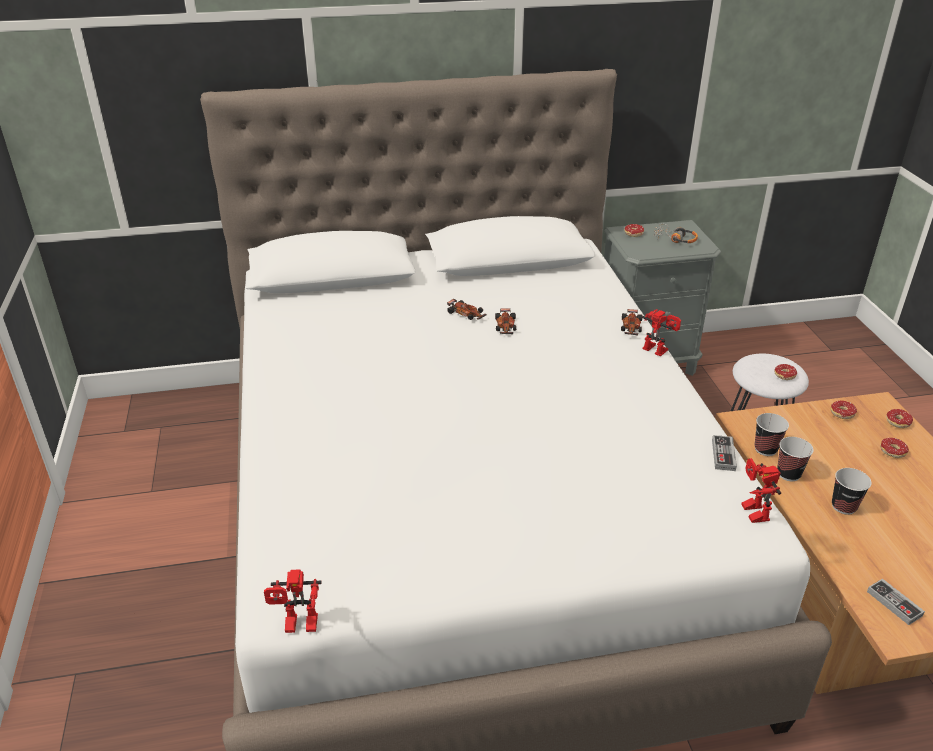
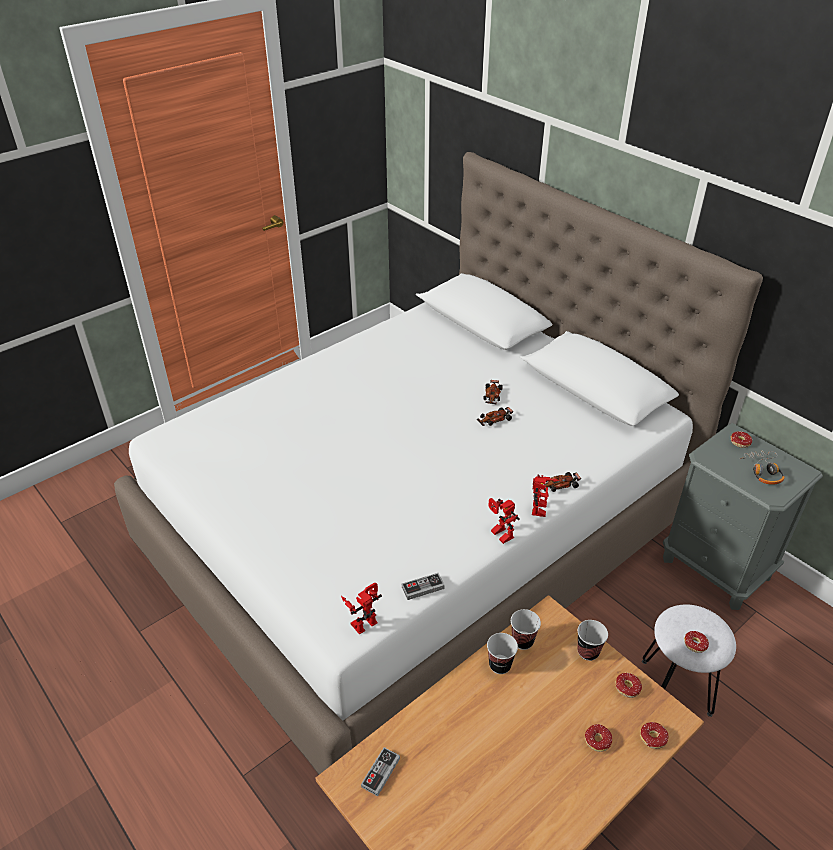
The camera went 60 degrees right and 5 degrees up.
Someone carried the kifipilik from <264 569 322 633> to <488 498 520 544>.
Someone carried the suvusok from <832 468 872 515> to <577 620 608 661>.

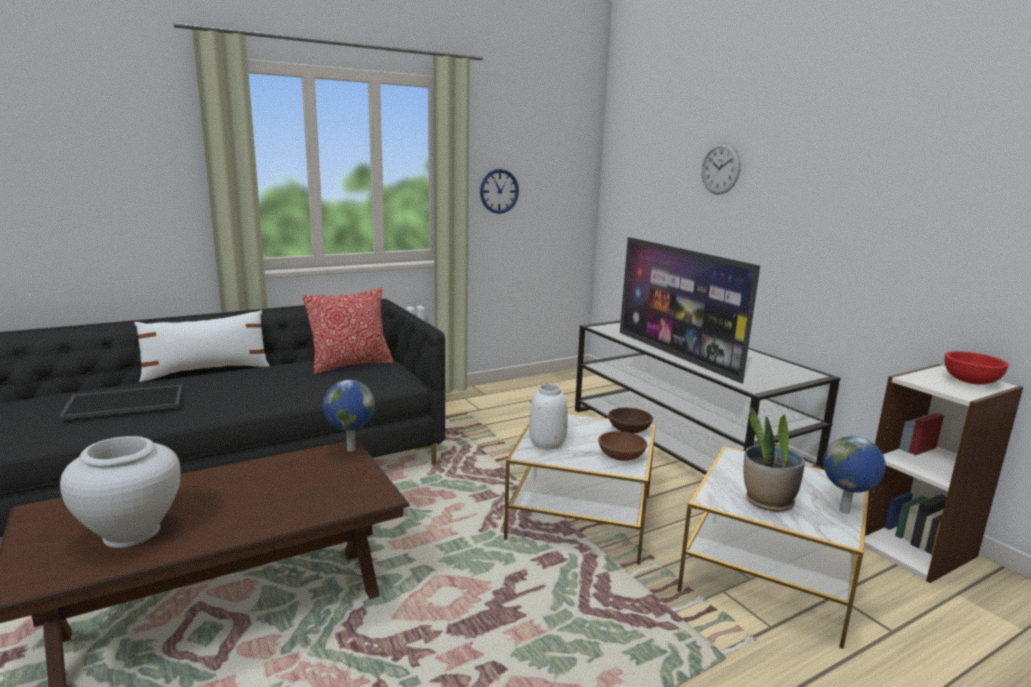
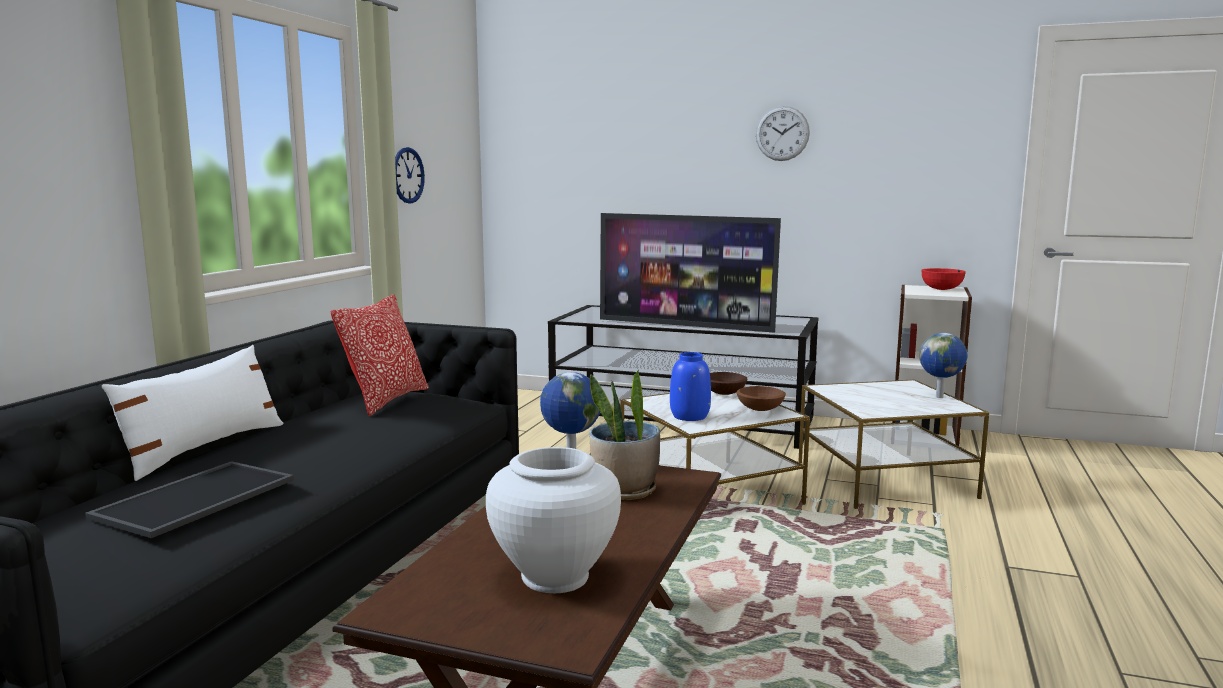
The camera went 40 degrees left and 5 degrees down.
Someone carried the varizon from <743 407 805 512> to <589 370 660 500>.
Someone repainted the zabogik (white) at <529 384 568 450>, which became the zabogik (blue) at <670 352 711 421>.
Someone carried the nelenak from <701 143 741 195> to <756 106 810 161>.

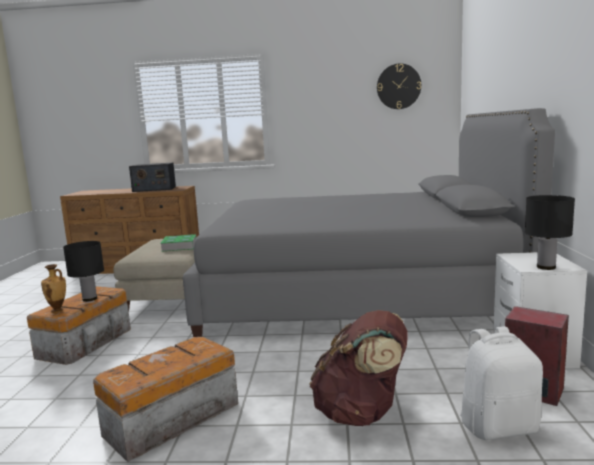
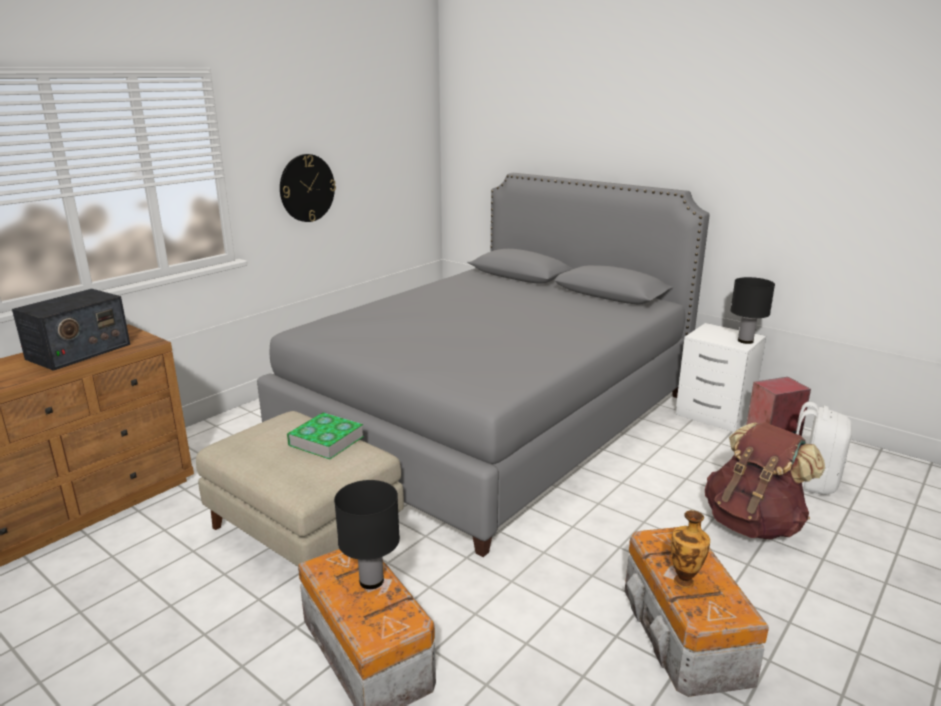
The camera went 55 degrees left and 10 degrees up.
Someone carried the nelenak from <377 63 421 109> to <280 154 336 222>.
Someone carried the zabogik from <41 264 66 313> to <671 510 710 588>.

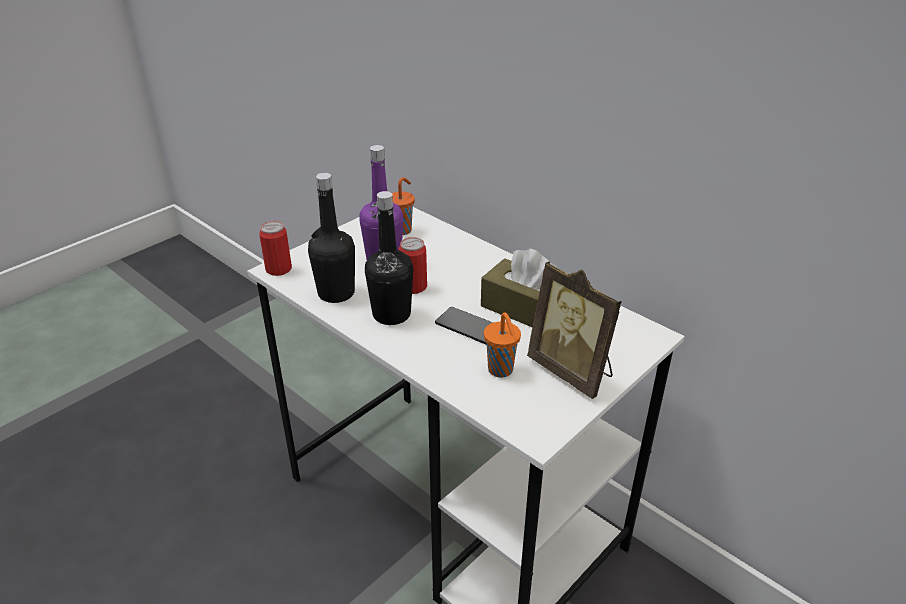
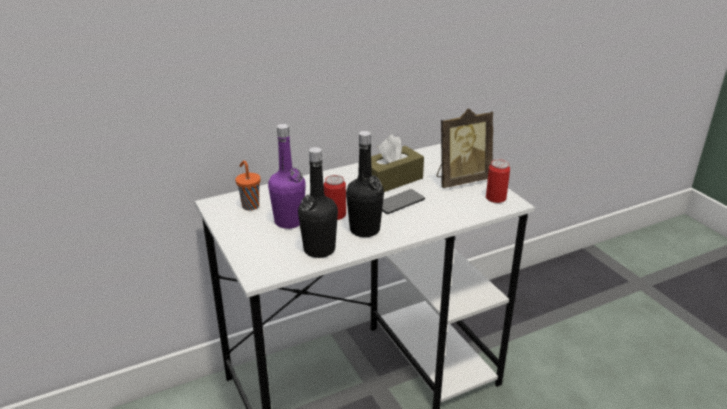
The camera went 70 degrees left and 5 degrees down.
Someone carried the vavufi from <259 221 292 276> to <486 159 510 203>.
Someone took away the suvusok (orange) at <484 312 521 378>.

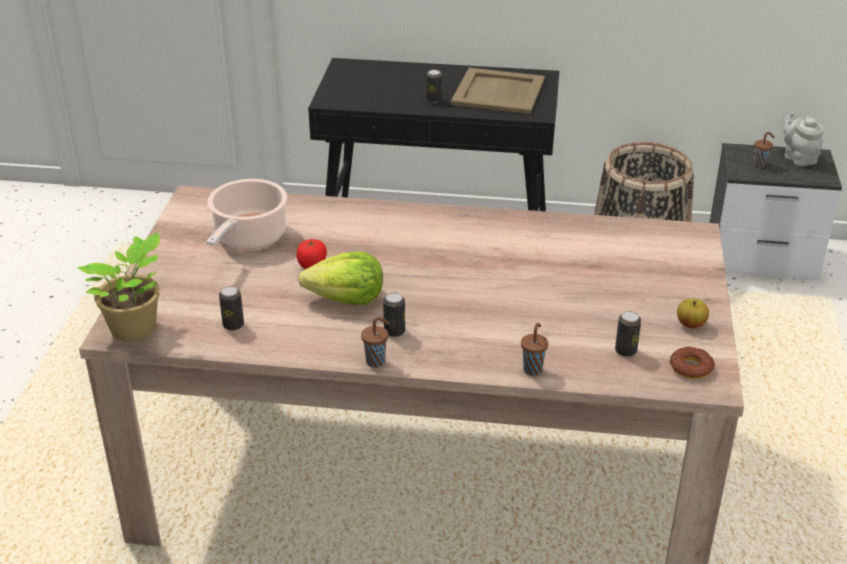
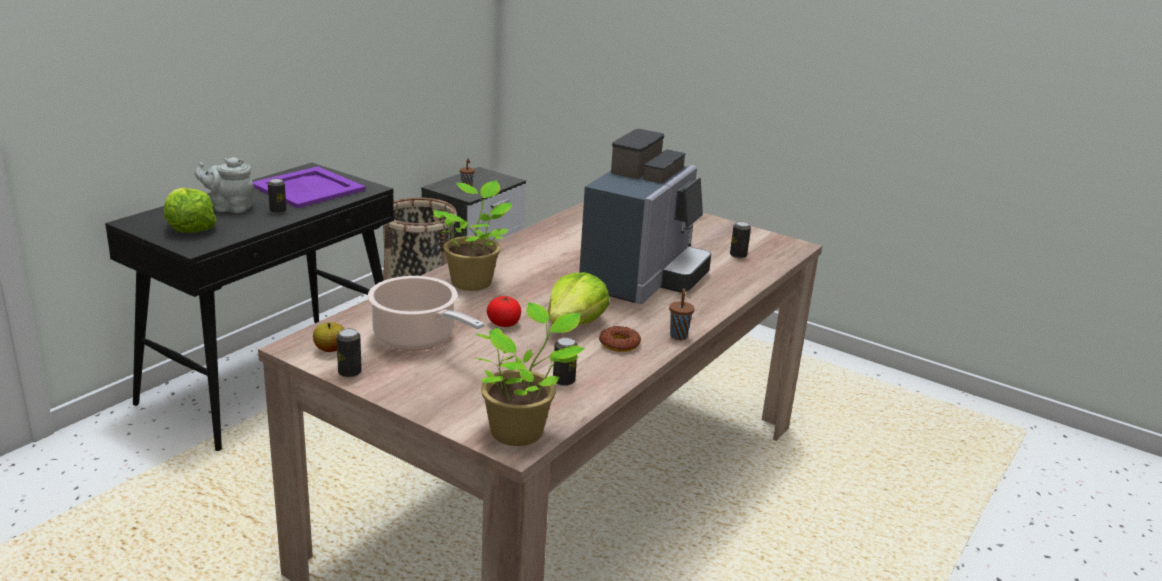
The camera went 65 degrees left and 10 degrees down.
Someone put down the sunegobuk at <164 188 217 233>.
Someone carried the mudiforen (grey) from <783 111 824 166> to <195 157 254 213>.
Someone repainted the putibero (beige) at <451 68 545 114>, which became the putibero (purple) at <253 167 366 208>.
Someone carried the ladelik from <677 299 709 328> to <313 322 344 352>.
Someone carried the vavufi from <383 292 405 337> to <336 328 362 378>.
Someone put down the varizon at <433 180 512 291>.
Someone put down the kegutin at <579 129 711 304>.
Someone carried the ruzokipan from <670 347 715 379> to <599 326 641 352>.
Someone took away the suvusok (brown) at <521 323 548 376>.

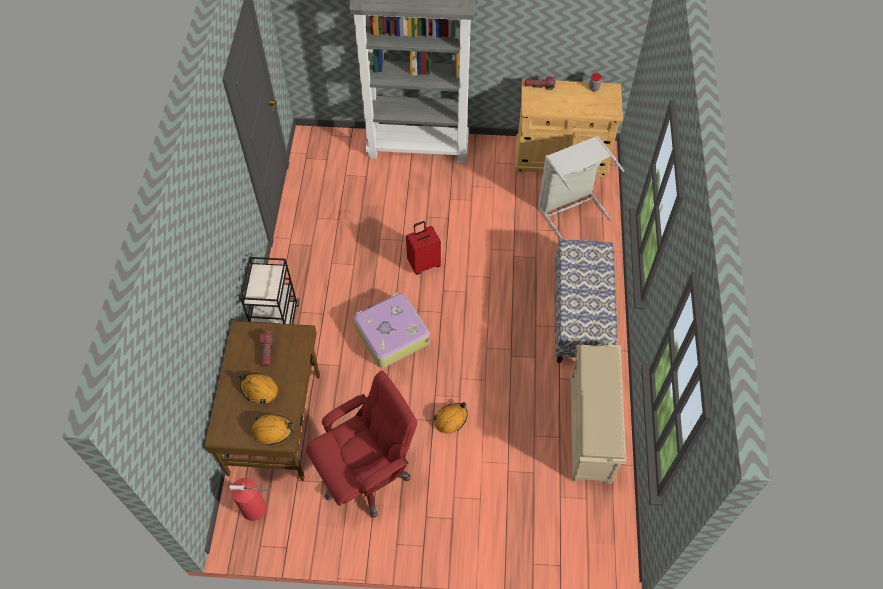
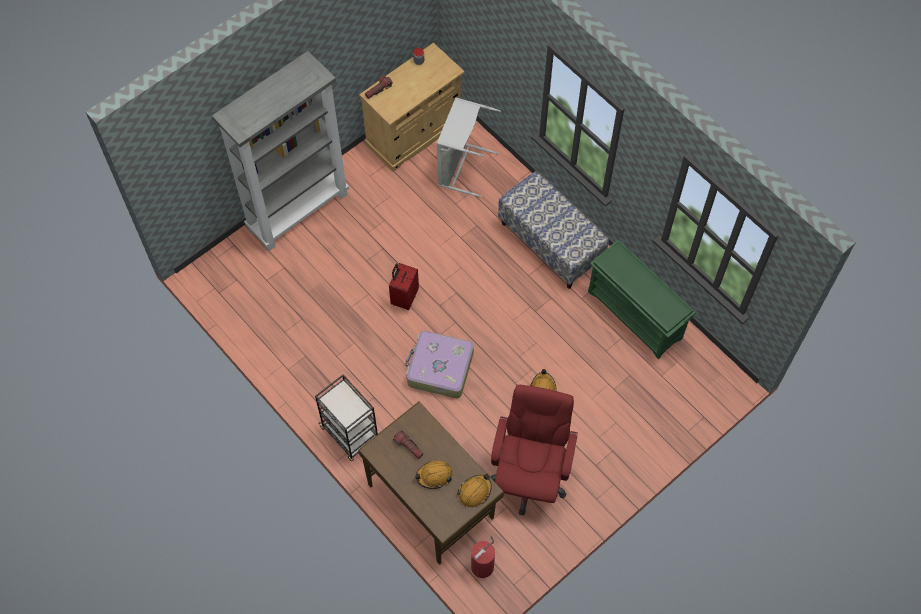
The camera went 45 degrees left and 5 degrees up.
Someone repainted the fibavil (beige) at <570 344 626 484>, which became the fibavil (green) at <588 240 696 359>.

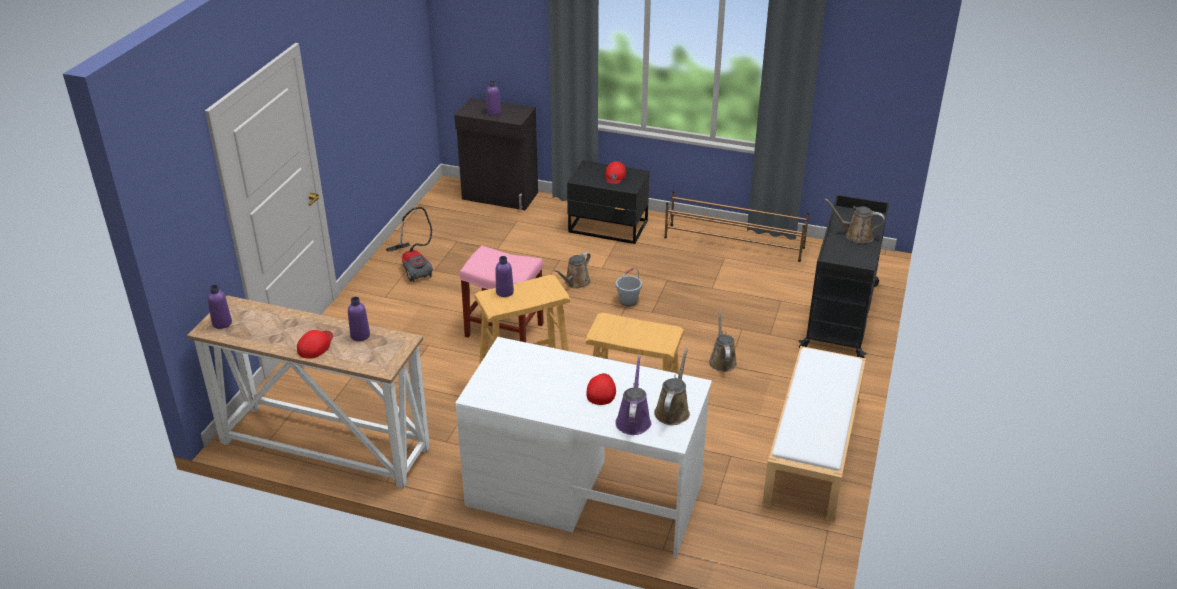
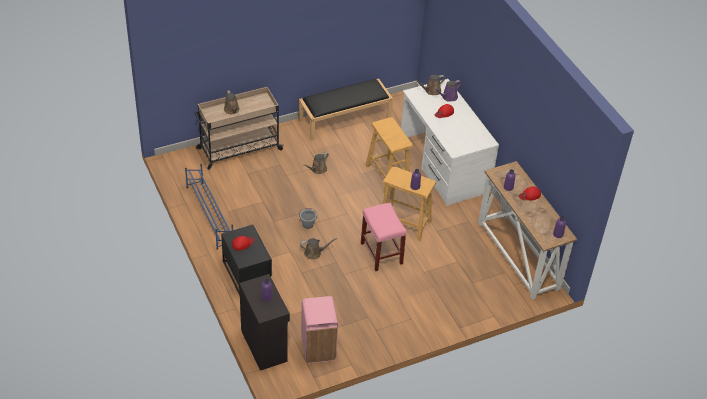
The camera went 135 degrees left and 10 degrees up.
Someone repainted the fibavil (brown) at <664 190 809 262>, which became the fibavil (blue) at <185 164 233 250>.
Someone repainted the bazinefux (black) at <799 195 889 358>, which became the bazinefux (beige) at <194 87 284 170>.
Someone repainted the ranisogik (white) at <762 346 866 522>, which became the ranisogik (black) at <299 79 393 141>.
Someone put down the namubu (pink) at <301 296 338 363>.
Someone took away the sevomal at <386 207 433 282>.

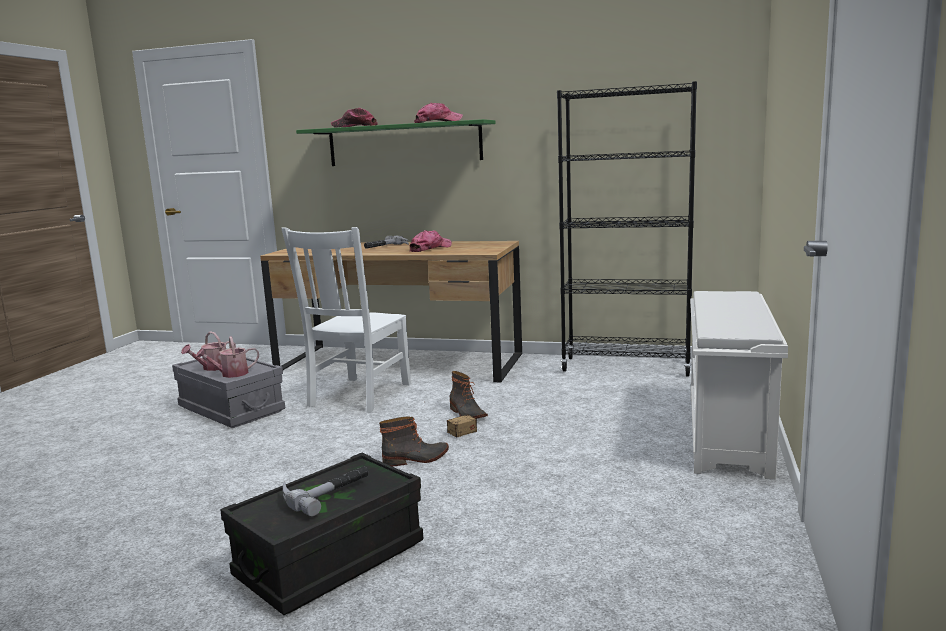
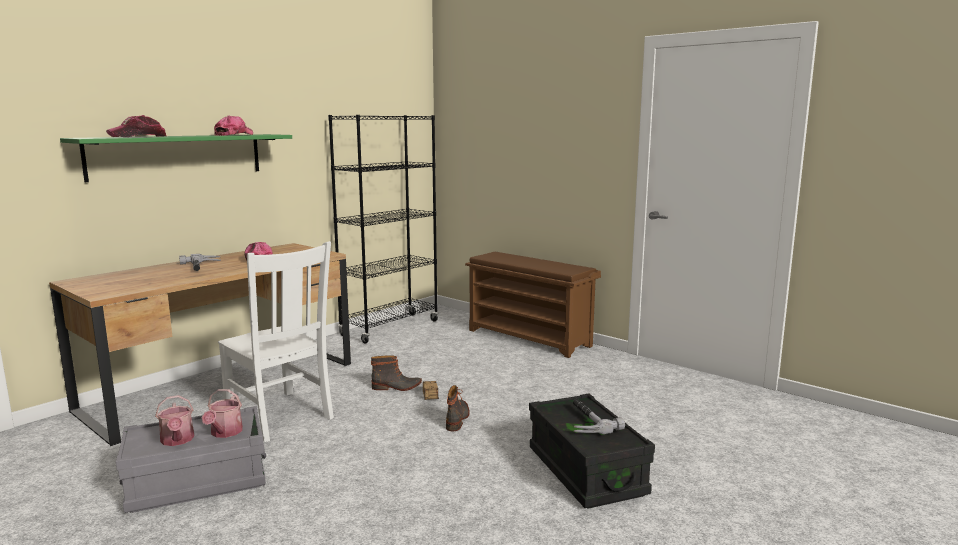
The camera went 65 degrees left and 0 degrees up.
Someone repainted the fibavil (white) at <690 291 788 480>, which became the fibavil (brown) at <465 252 601 358>.

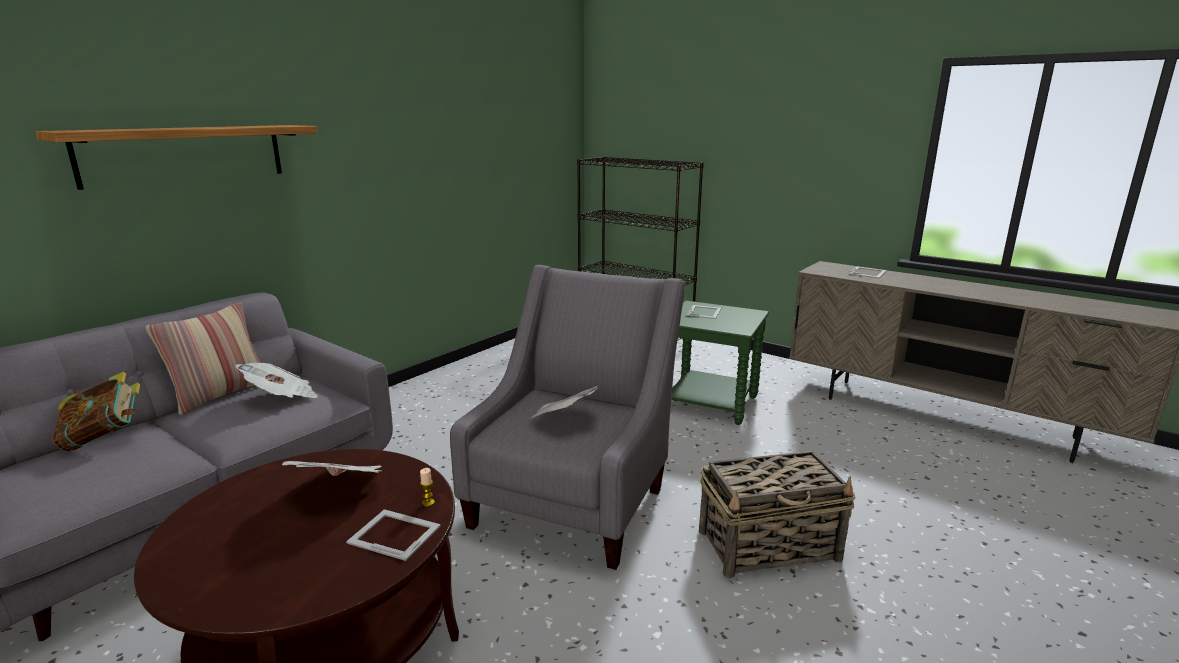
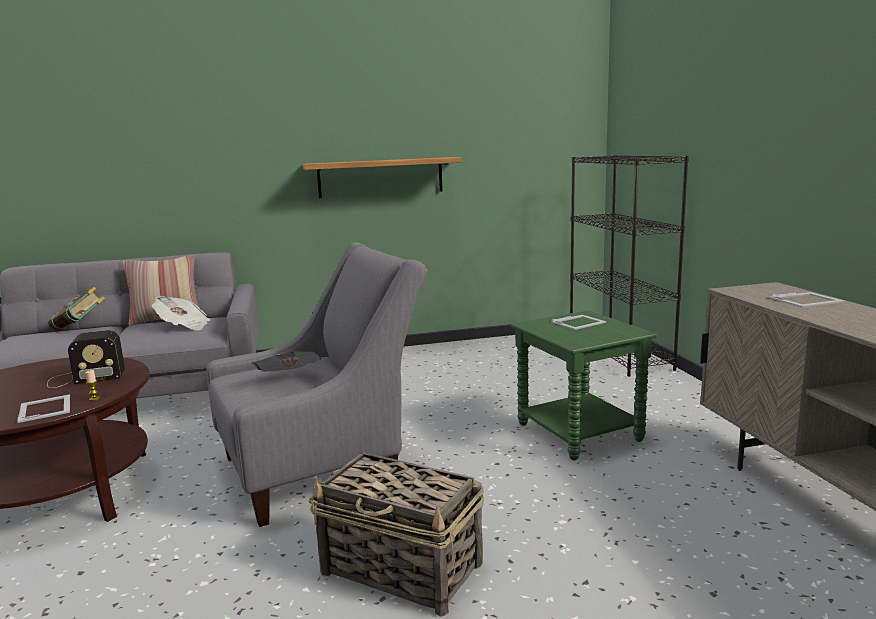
The camera went 40 degrees right and 5 degrees down.
Someone swapped the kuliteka at <282 461 382 476> for the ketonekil at <47 330 125 388>.
Someone carried the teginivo from <35 125 317 190> to <303 157 462 198>.

